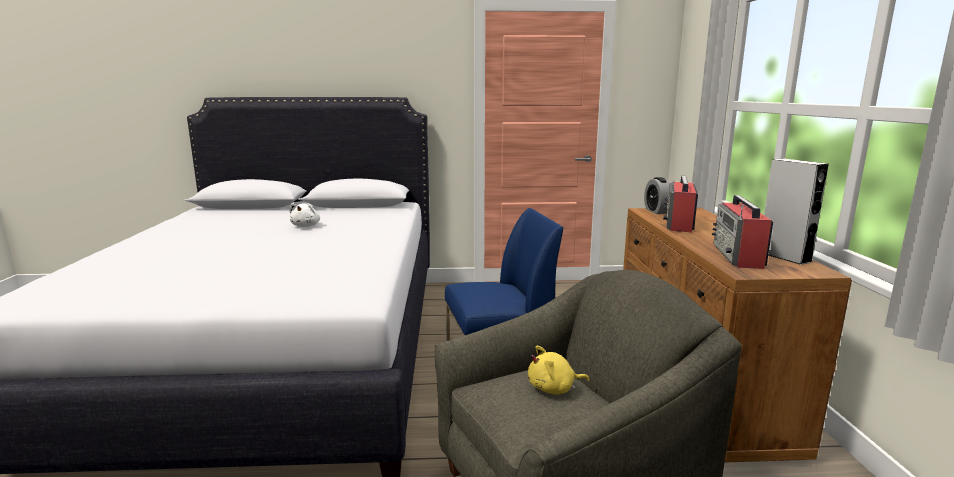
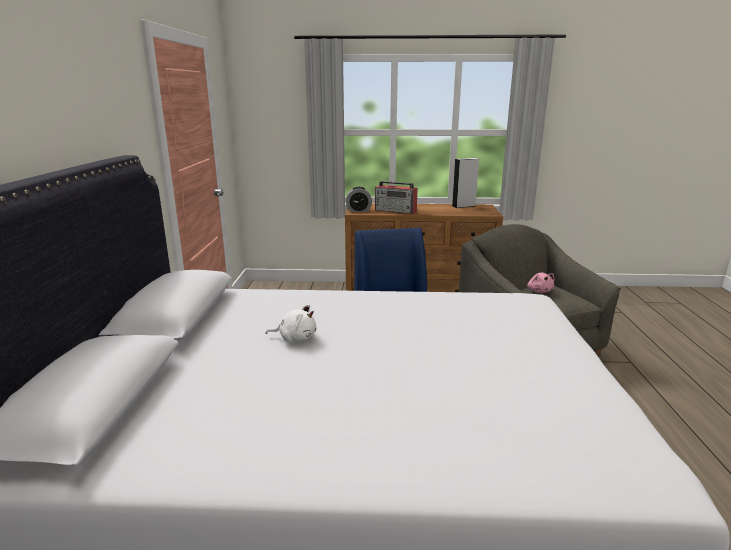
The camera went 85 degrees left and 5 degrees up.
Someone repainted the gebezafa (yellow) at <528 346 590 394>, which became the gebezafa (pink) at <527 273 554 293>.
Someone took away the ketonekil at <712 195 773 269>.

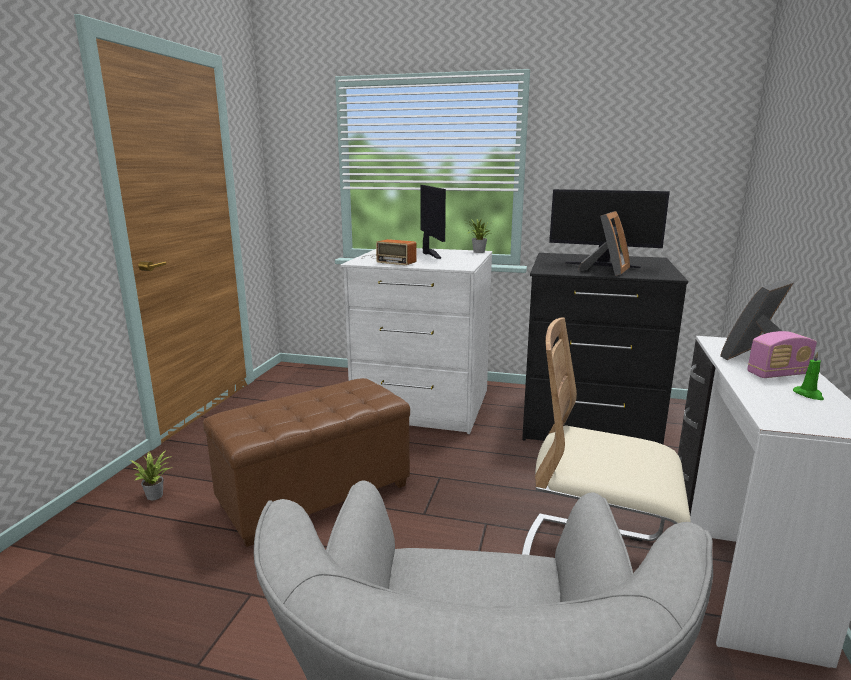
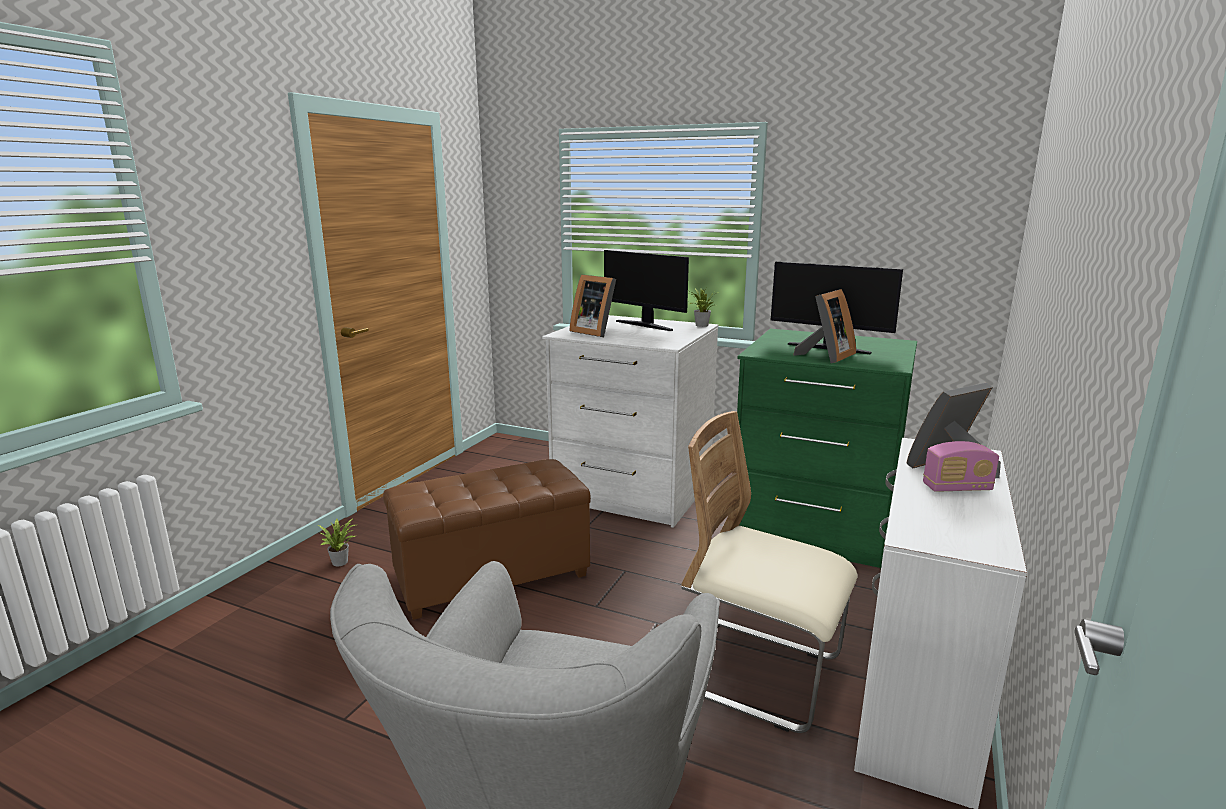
The camera went 10 degrees right and 0 degrees up.
Someone swapped the ketonekil at <361 239 417 266> for the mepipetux at <570 275 616 337>.
Someone rotated the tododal at <420 185 446 259> by 135 degrees clockwise.
Someone repainted the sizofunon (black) at <522 253 688 444>, which became the sizofunon (green) at <737 329 917 570>.
Someone took away the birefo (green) at <793 352 824 400>.

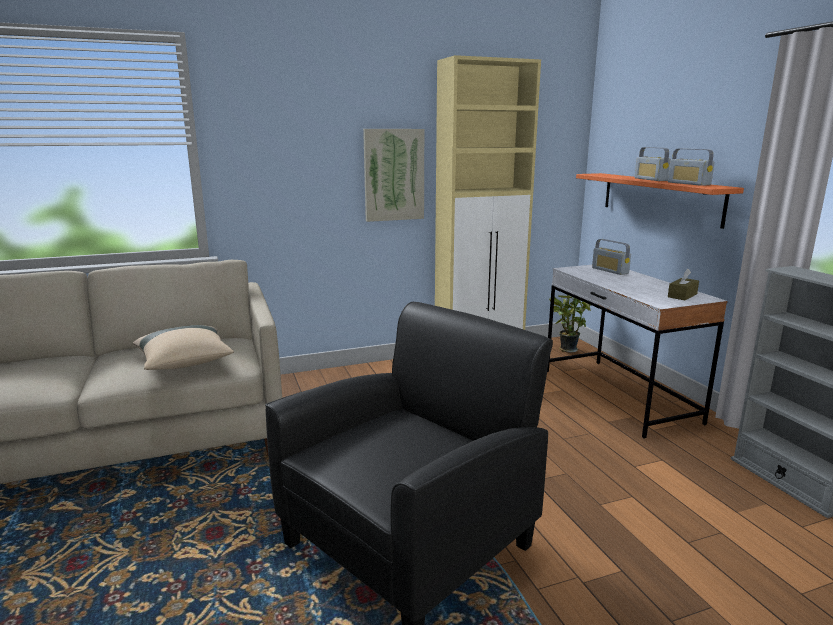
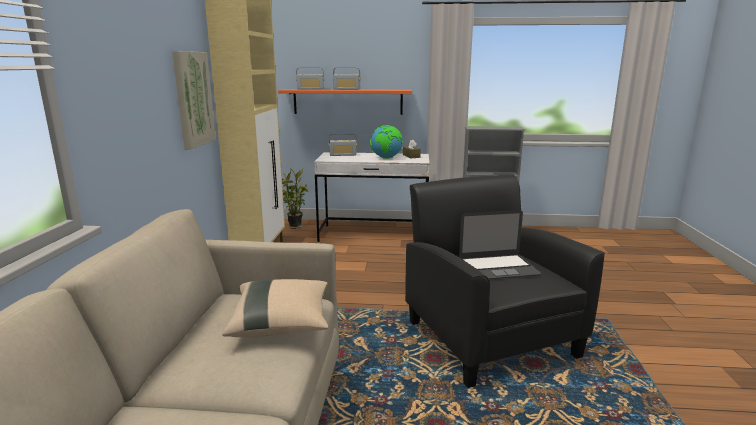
The camera went 65 degrees left and 0 degrees up.
Someone carried the ketonekil from <668 148 715 186> to <296 68 324 90>.
Someone put down the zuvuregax at <370 125 403 159>.
Someone put down the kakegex at <459 210 541 279>.

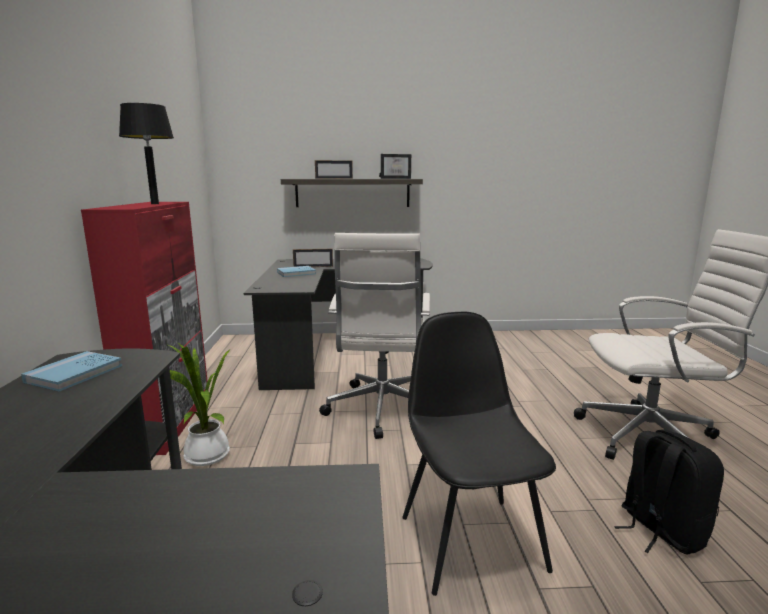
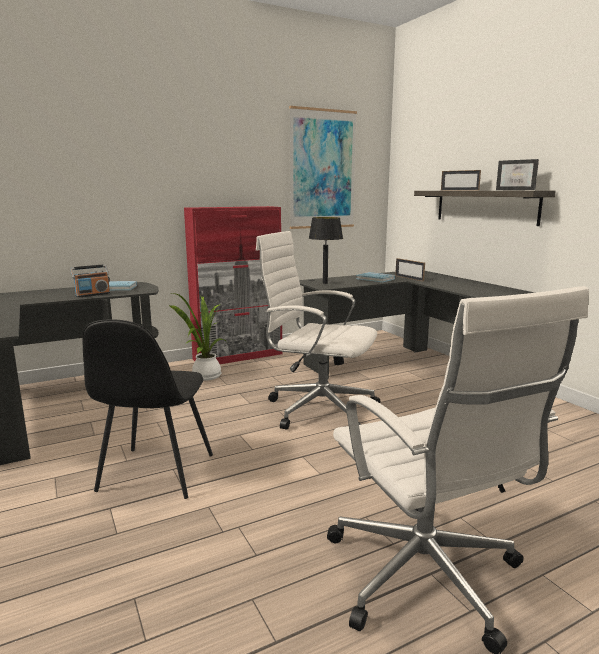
The camera went 65 degrees right and 0 degrees up.
Someone put down the ketonekil at <70 264 110 298>.
Someone rotated the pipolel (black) at <402 312 556 596> by 135 degrees clockwise.
Someone rotated the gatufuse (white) at <319 233 430 439> by 45 degrees clockwise.
Someone put up the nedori at <289 106 357 229>.
Someone carried the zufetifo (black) from <119 103 174 204> to <309 217 343 284>.
Someone took away the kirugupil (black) at <614 429 724 555>.

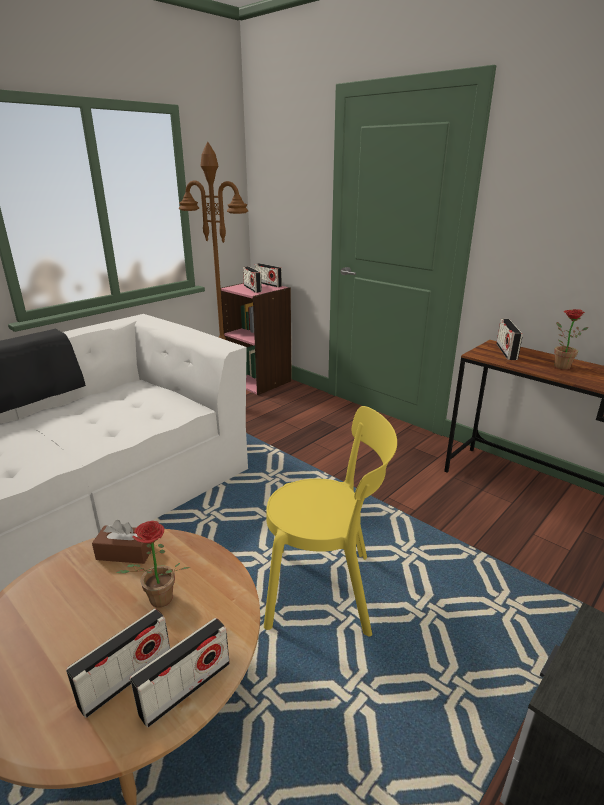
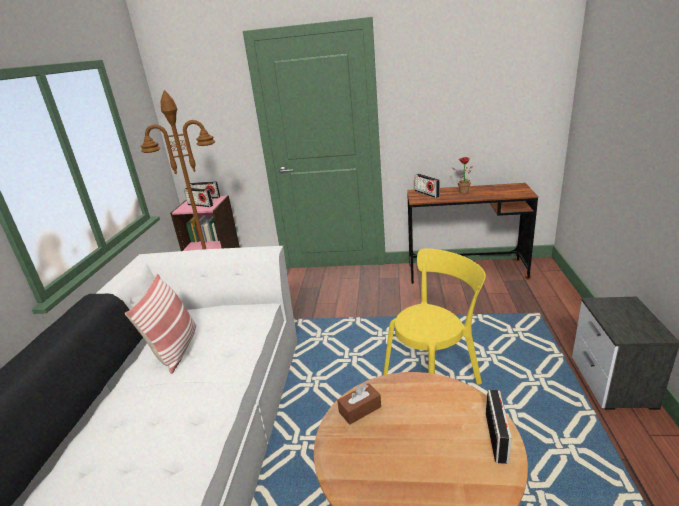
The camera went 35 degrees left and 0 degrees up.
Someone put down the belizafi at <125 274 196 374>.
Someone took away the ketonekil at <66 609 170 718>.
Someone took away the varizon at <116 521 190 608>.

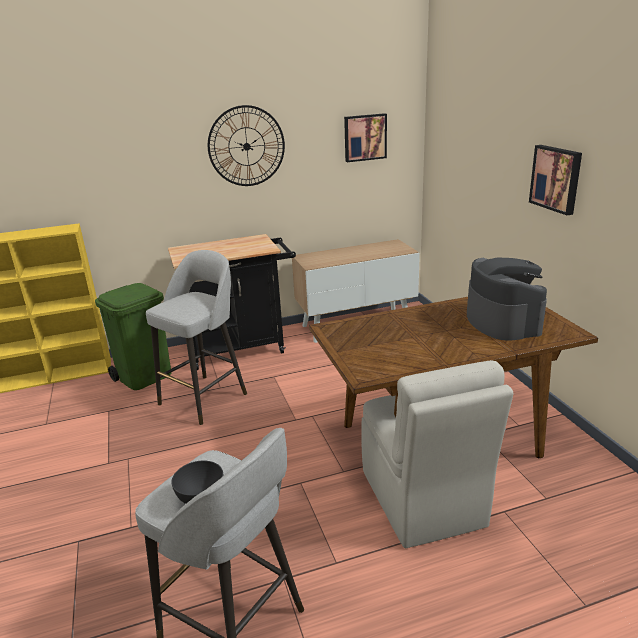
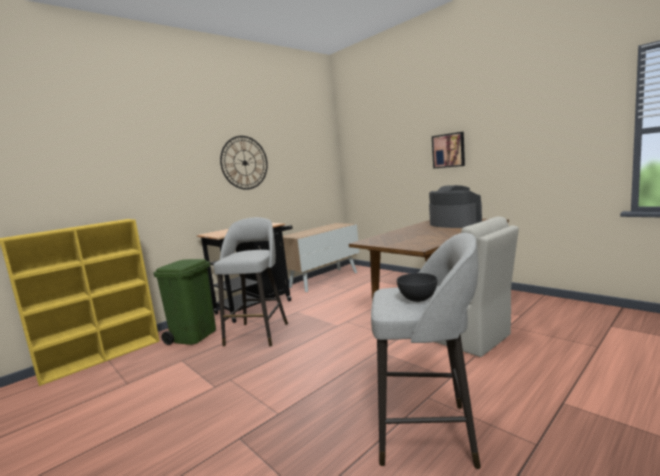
The camera went 25 degrees left and 15 degrees down.
Someone took away the nedori at <344 113 387 162>.

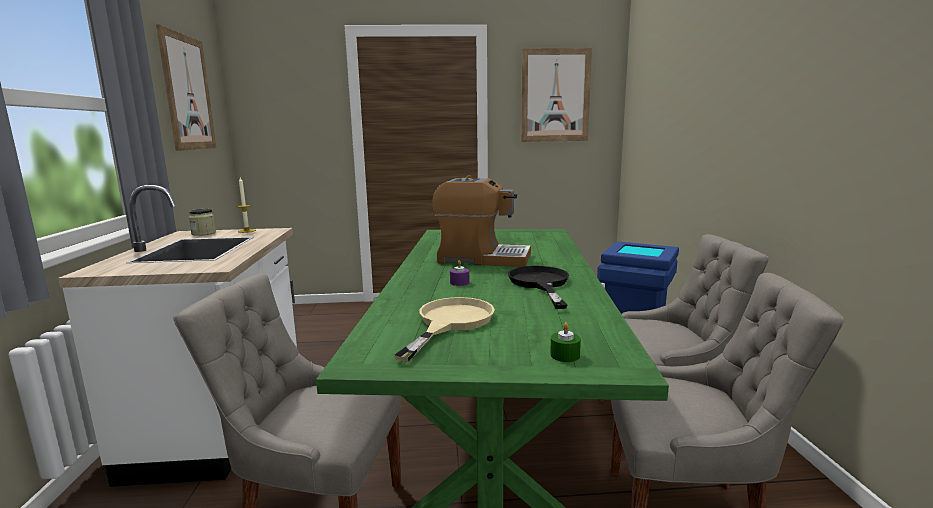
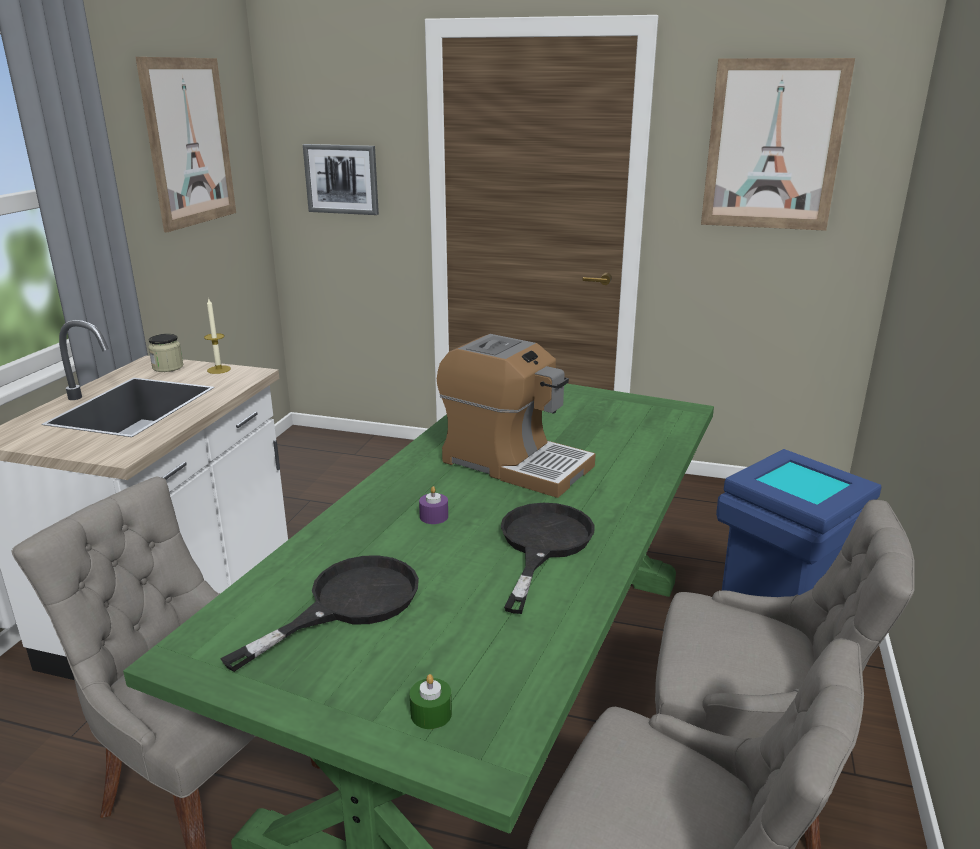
The camera went 20 degrees right and 10 degrees up.
Someone repainted the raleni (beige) at <394 297 495 362>, which became the raleni (black) at <220 555 419 672>.
Someone put up the nedori at <303 144 379 215>.

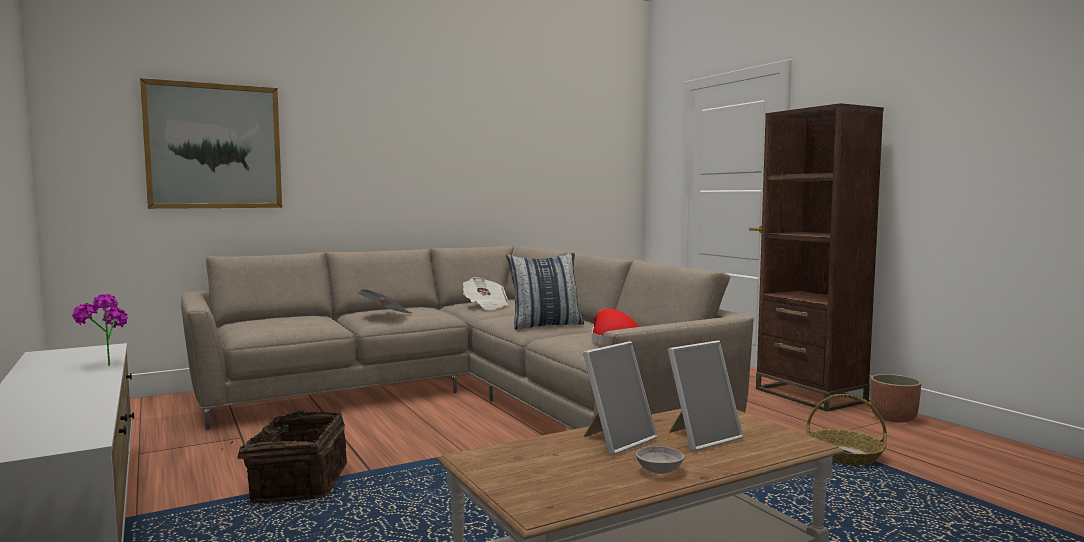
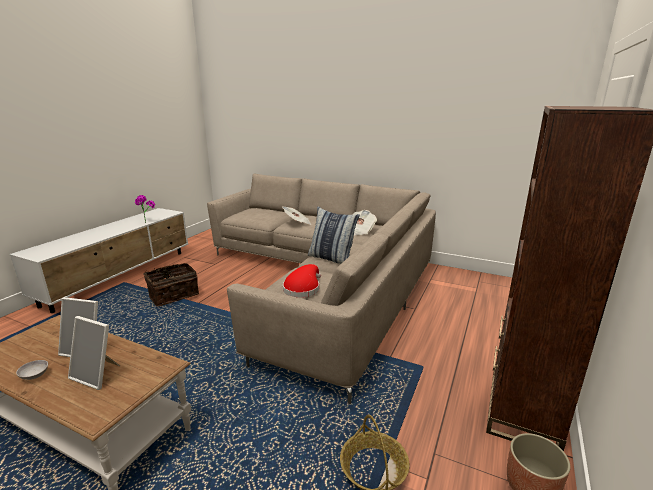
The camera went 55 degrees right and 15 degrees up.
Someone took away the nedori at <140 78 282 209>.

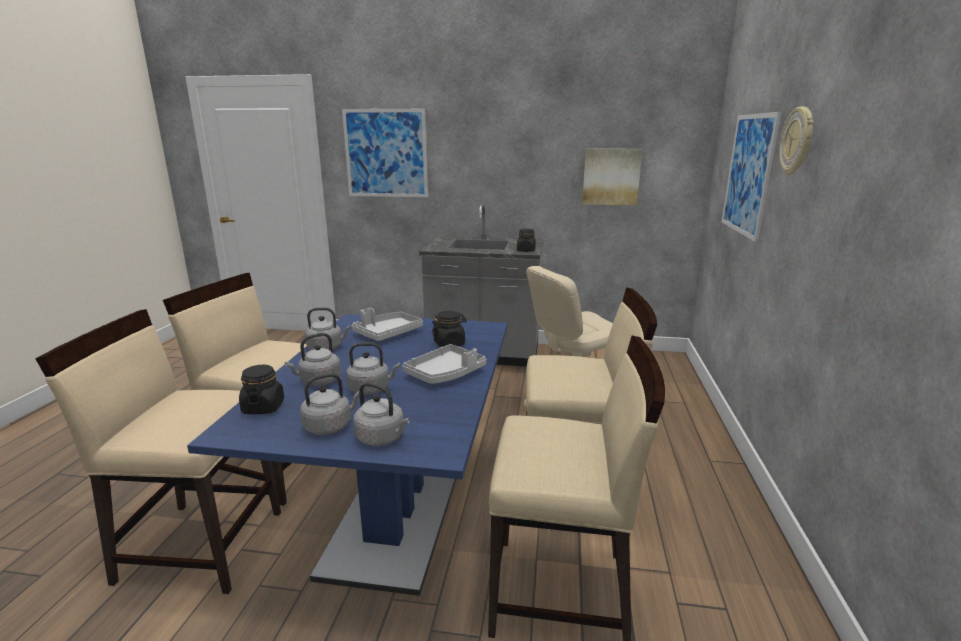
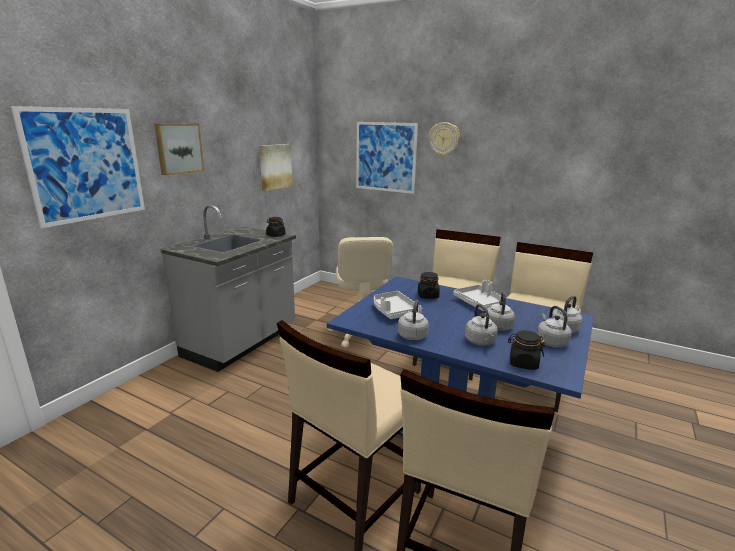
The camera went 70 degrees left and 0 degrees up.
Someone put up the nedori at <154 123 204 175>.

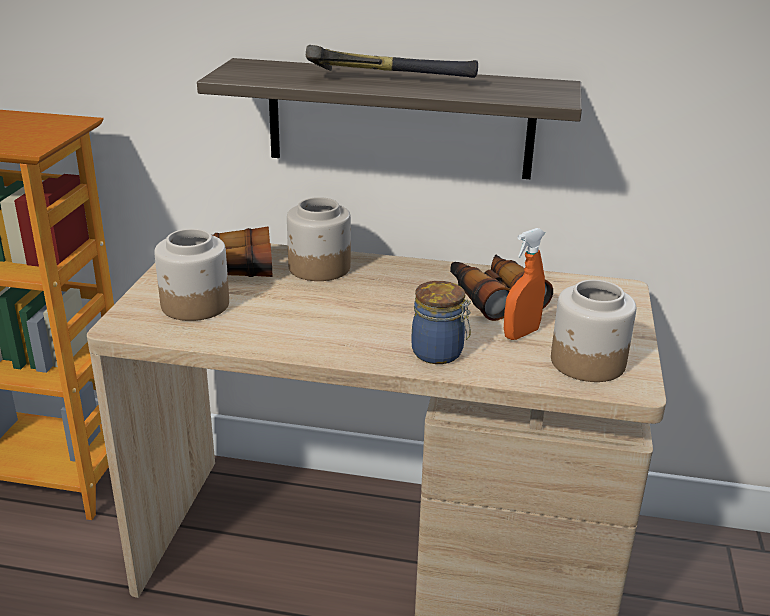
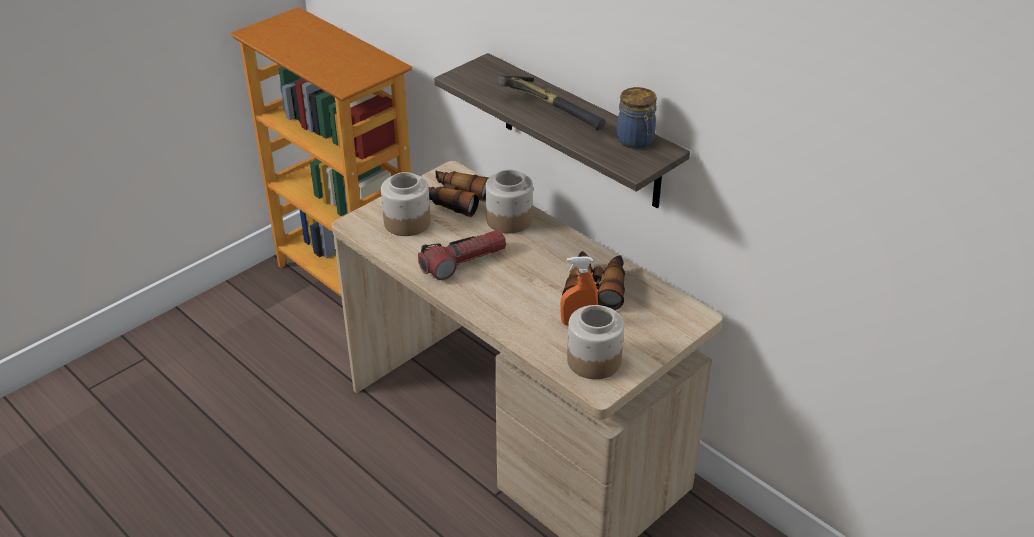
The camera went 35 degrees right and 10 degrees up.
Someone put down the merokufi at <418 230 506 280>.
Someone carried the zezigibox from <411 281 471 364> to <617 87 657 149>.

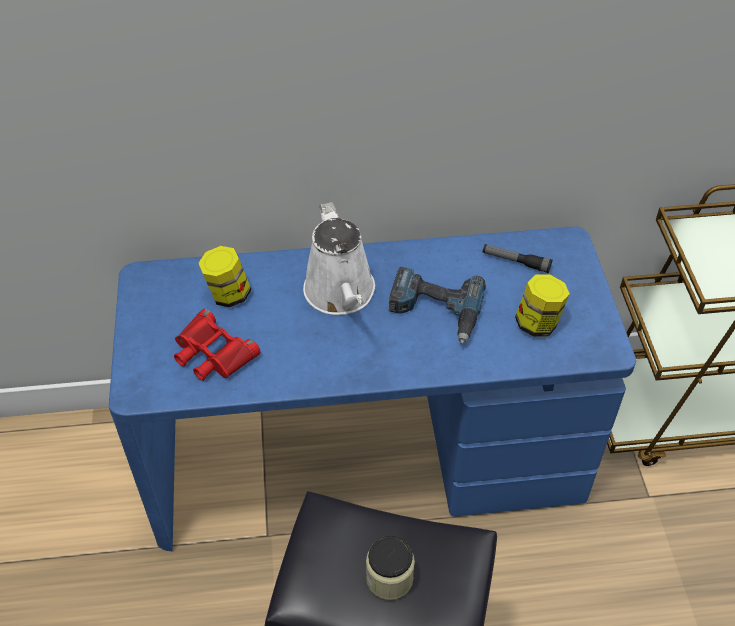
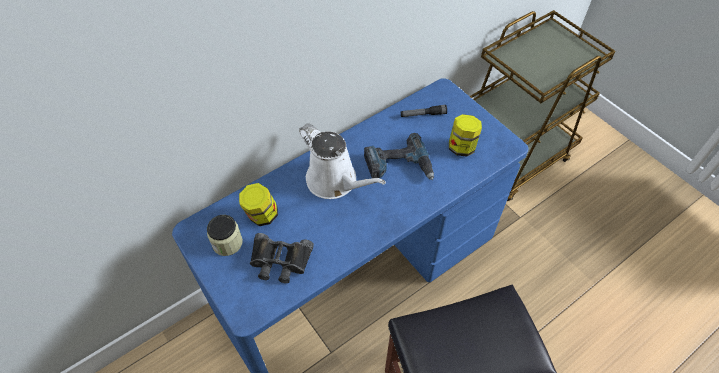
The camera went 30 degrees left and 5 degrees up.
Someone carried the zezigibox from <366 536 415 600> to <207 215 243 256>.
Someone repainted the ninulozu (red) at <174 309 260 381>, which became the ninulozu (black) at <250 233 314 283>.

